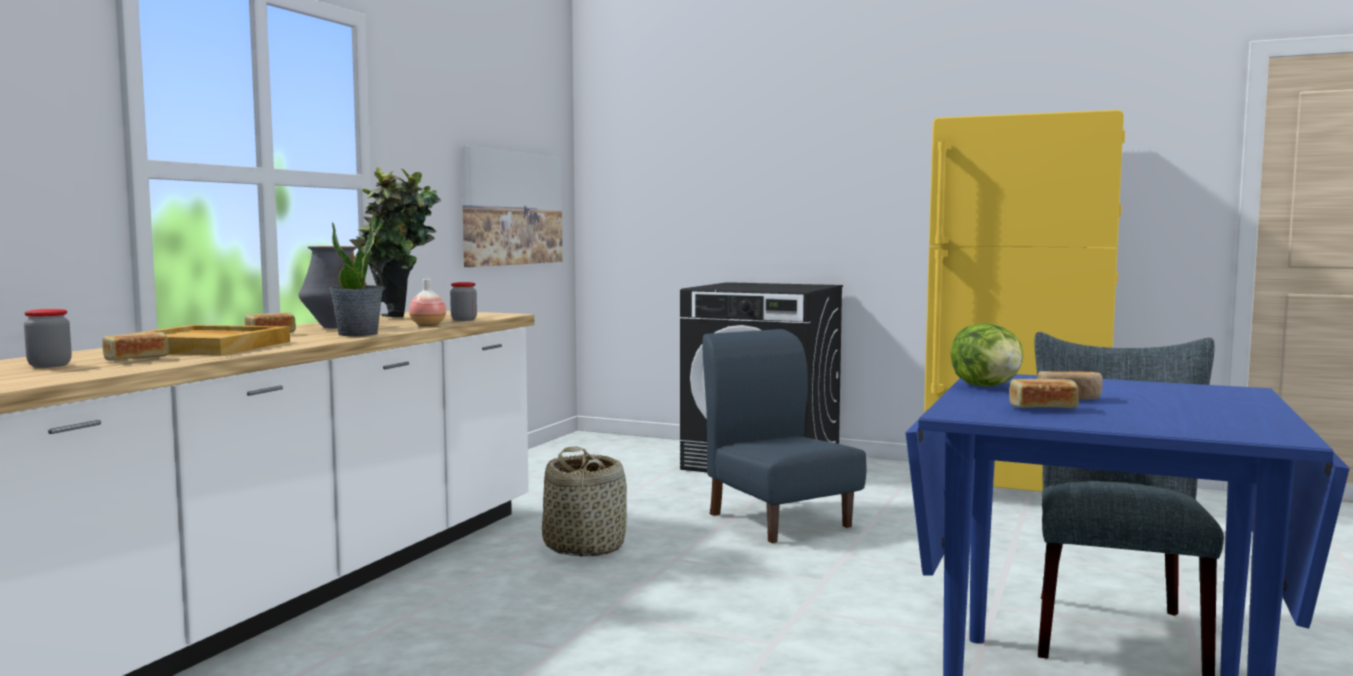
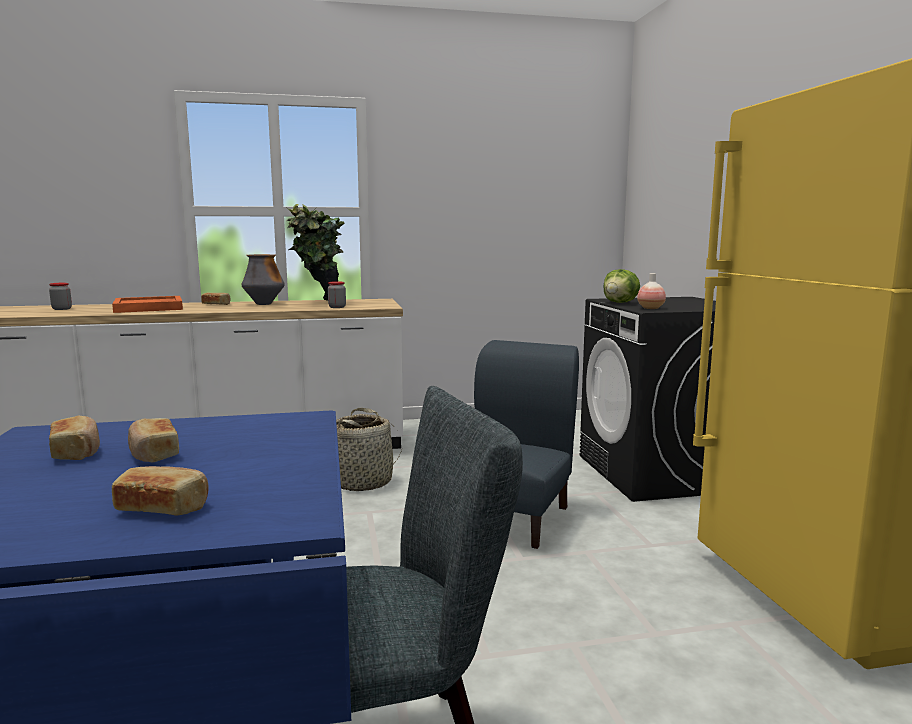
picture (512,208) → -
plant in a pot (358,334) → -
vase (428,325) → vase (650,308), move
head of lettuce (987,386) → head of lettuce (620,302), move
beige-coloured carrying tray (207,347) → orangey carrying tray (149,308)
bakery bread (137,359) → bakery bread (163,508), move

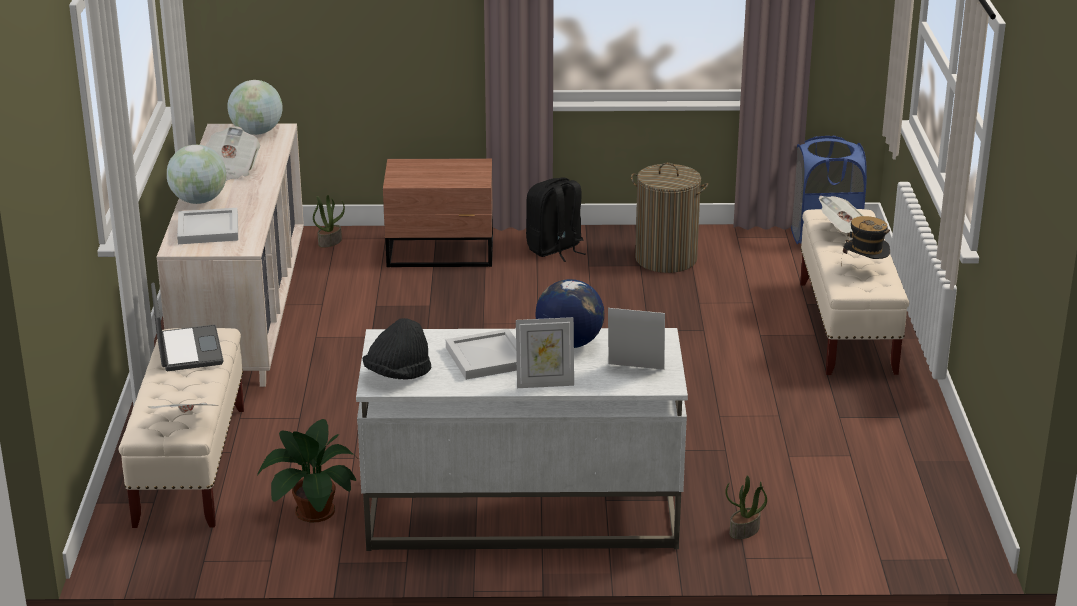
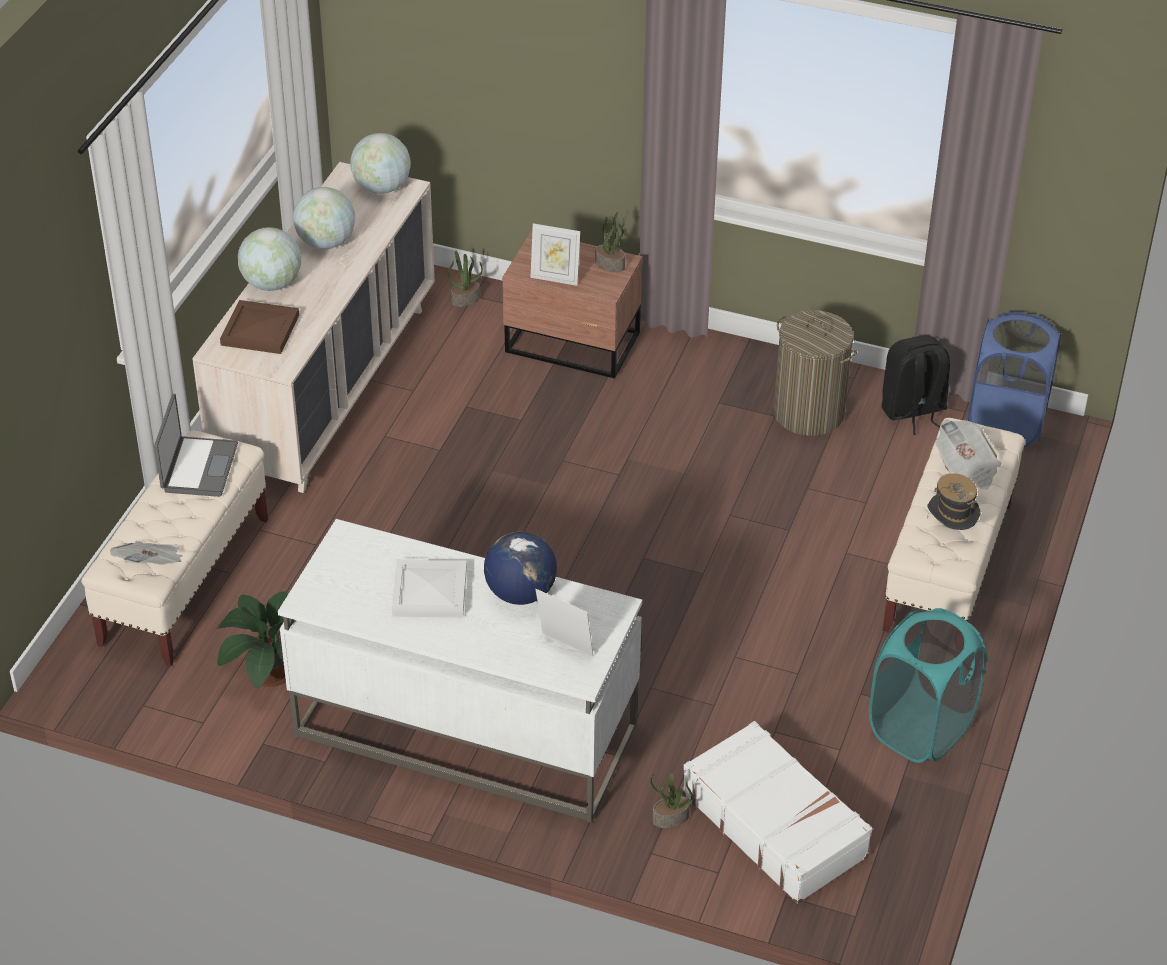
daily paper (230,170) → globe (326,243)
black-coloured knapsack (555,249) → black-coloured knapsack (913,411), move
whitish carrying tray (207,230) → brown carrying tray (259,330)
standing frame (545,383) → standing frame (555,278), move
black-coloured clothing hat (398,374) → -
- → plant in a pot (610,264)
- → turquoise laundry basket (920,729)
- → whitish suitcase (774,824)

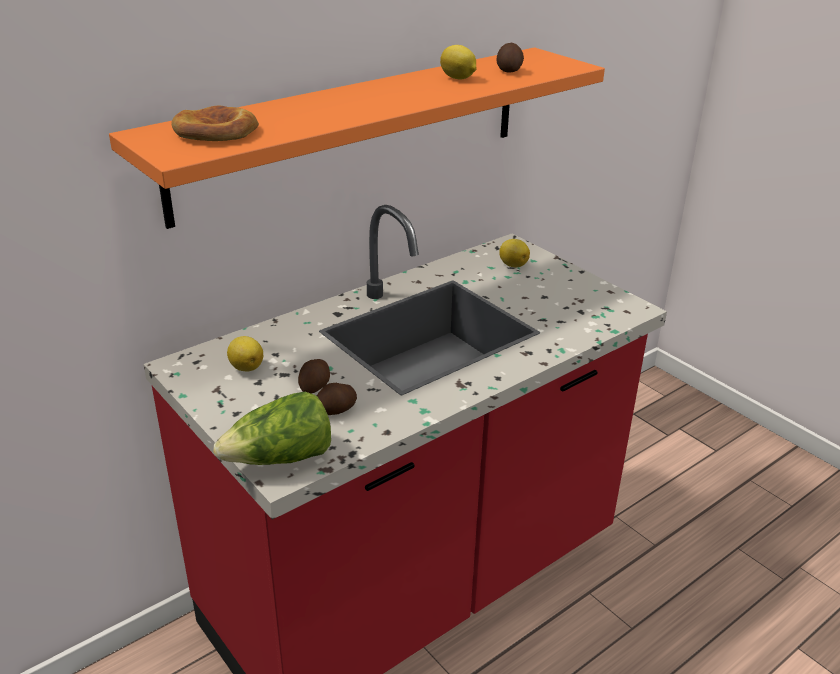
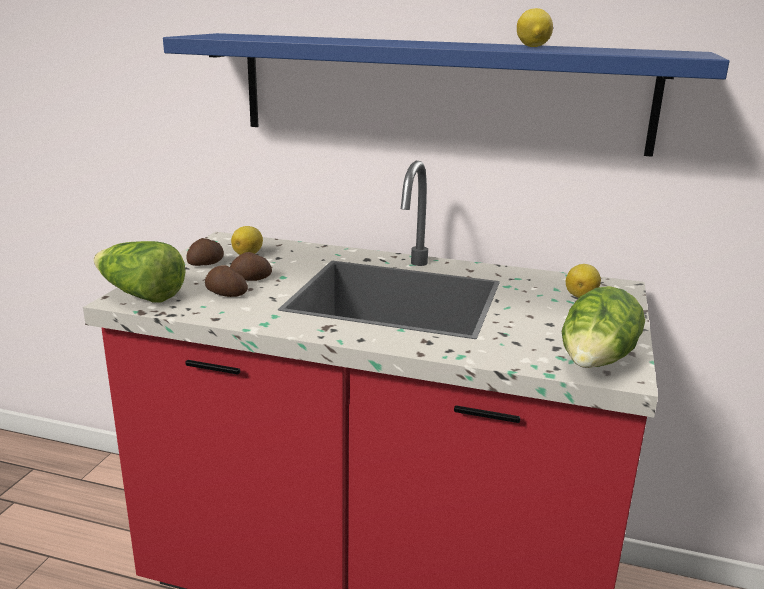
potato (508,70) → potato (206,264), move
orangey wall shelf (355,131) → blue wall shelf (439,92)
bakery bread (216,131) → -
- → head of lettuce (596,362)

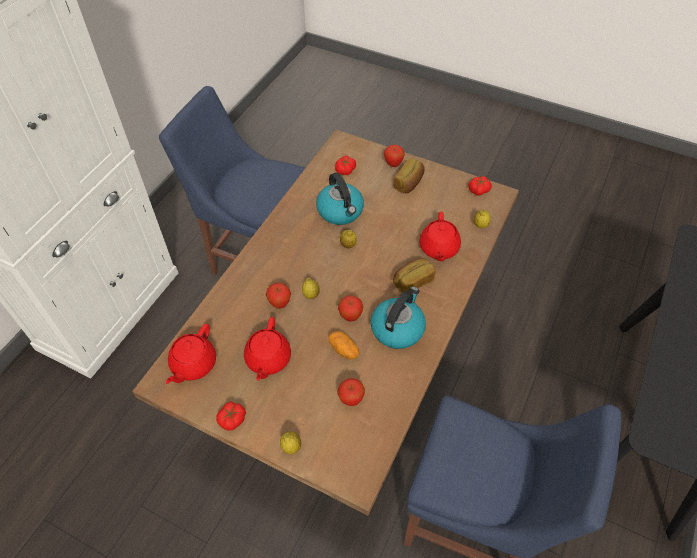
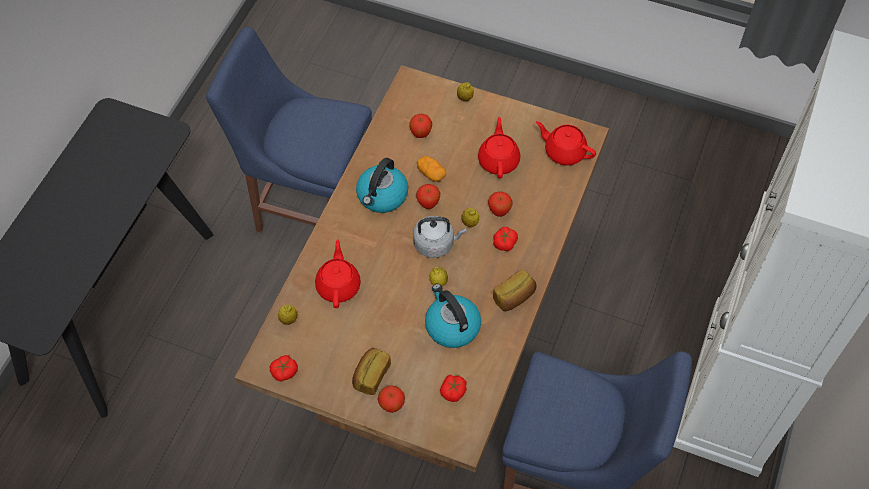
bakery bread (412,281) → bakery bread (514,297), move
red pot for tea (193,364) → red pot for tea (564,151), 75 degrees counterclockwise
whole tomato (232,419) → whole tomato (504,242), move
- → greyish kettle (436,244)

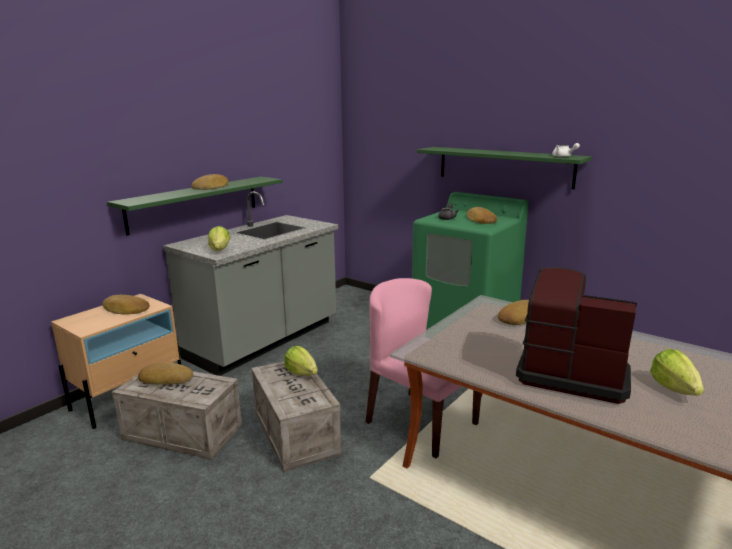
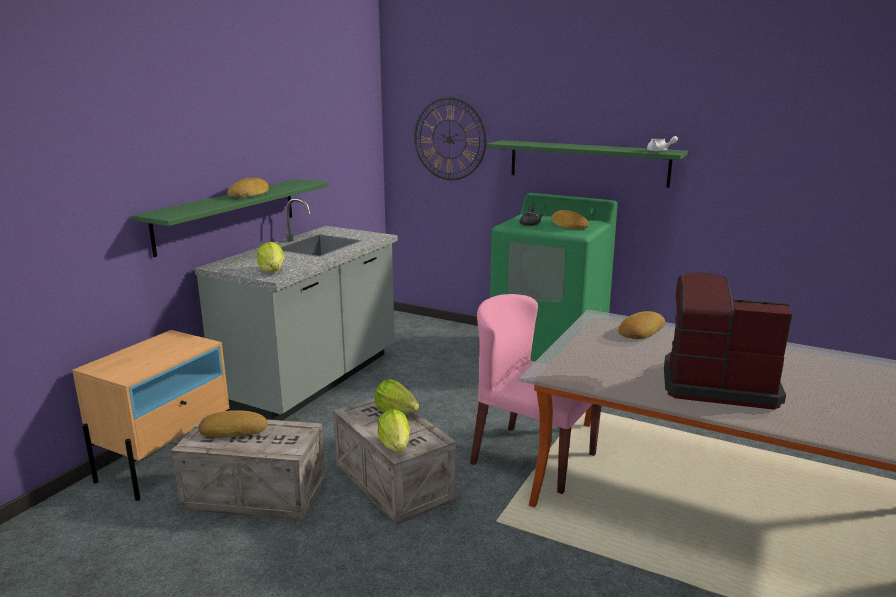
bakery bread (125,309) → -
head of lettuce (674,388) → head of lettuce (395,446), move
- → wall clock (449,139)

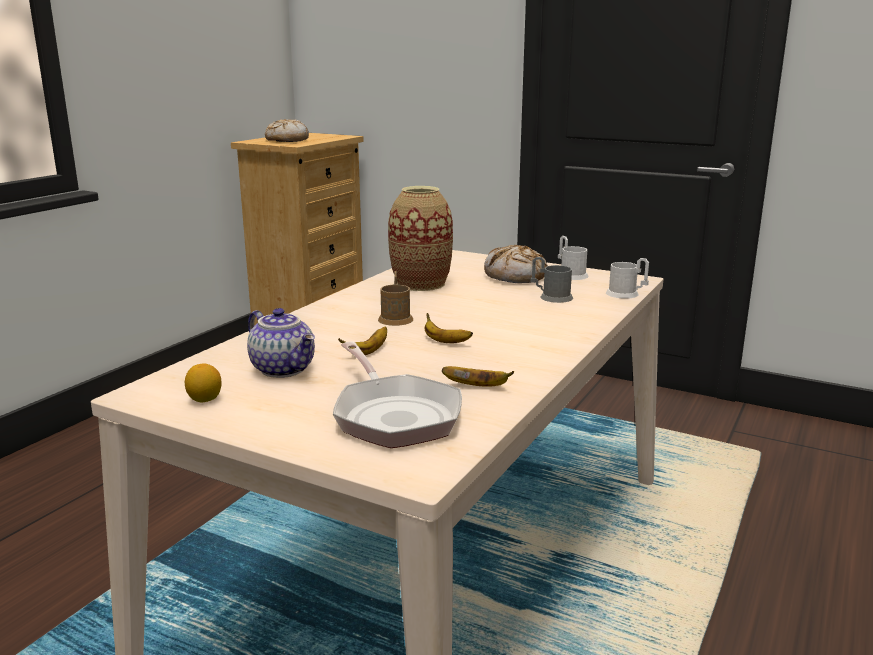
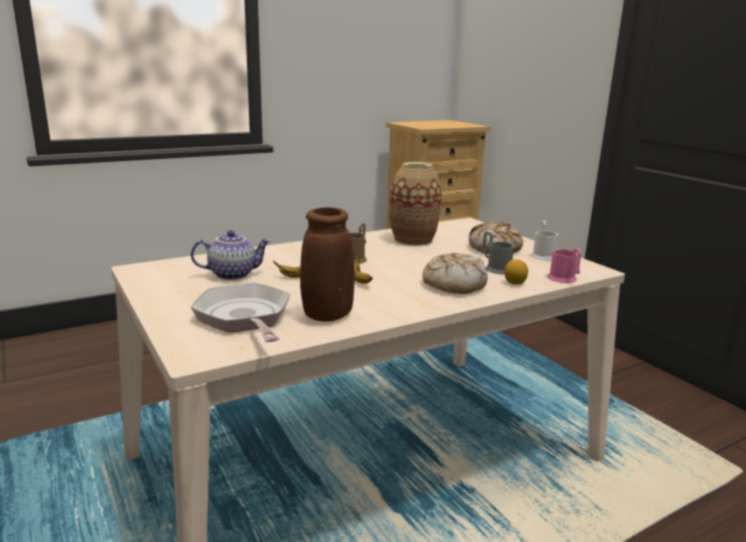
bakery bread (287,140) → bakery bread (454,284), move
whitish tea mug (626,294) → pink tea mug (564,279)
pot for tea (284,369) → pot for tea (233,274), 90 degrees counterclockwise
pan (394,415) → pan (244,318), 150 degrees clockwise
lemon (205,399) → lemon (515,283), move
whole banana (477,386) → brown vase (328,315)

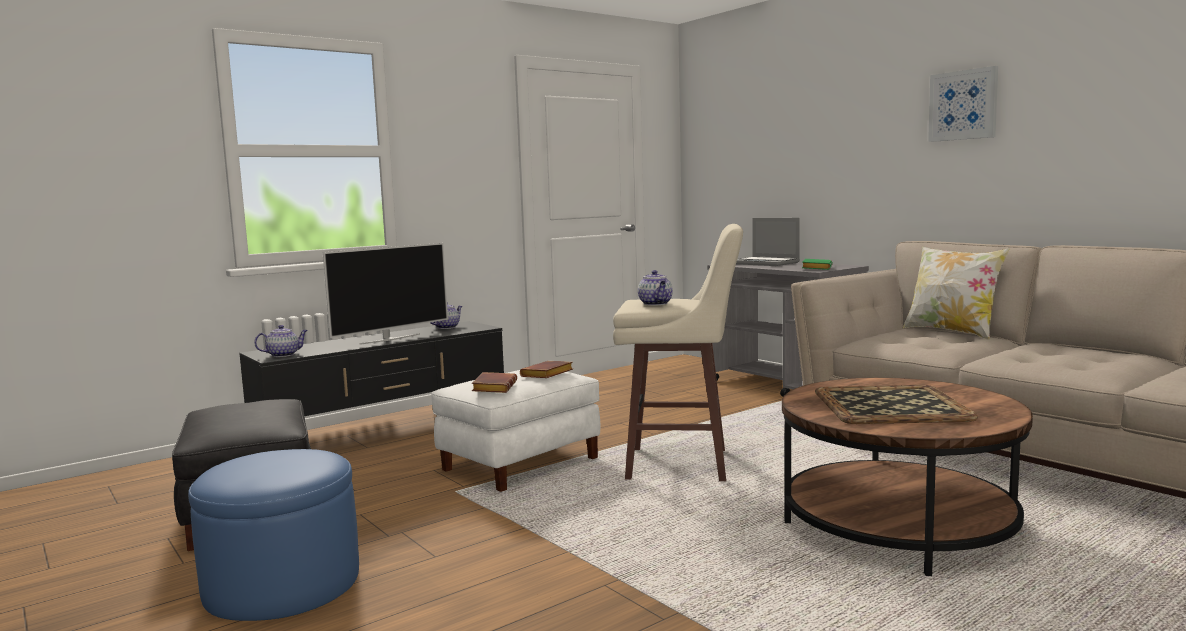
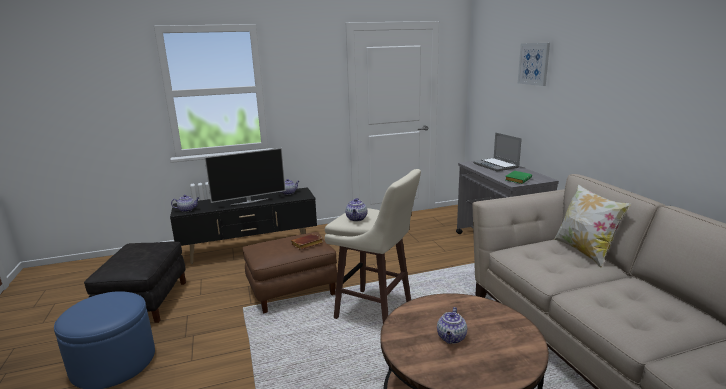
picture (963,105) → picture (534,64), move
whitish ottoman (520,463) → brown ottoman (292,290)
brown volume (493,387) → -
carrying tray (892,406) → pot for tea (451,338)

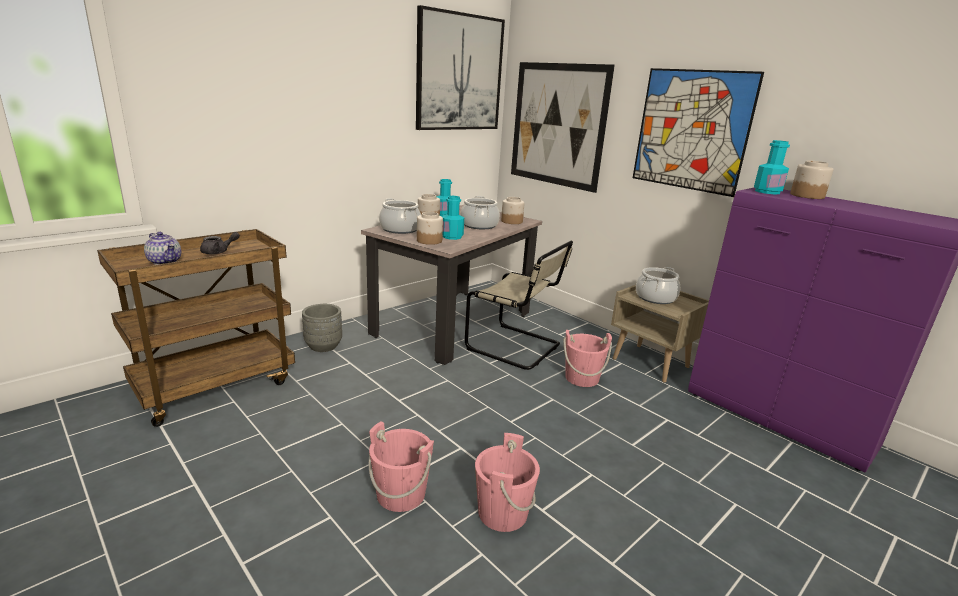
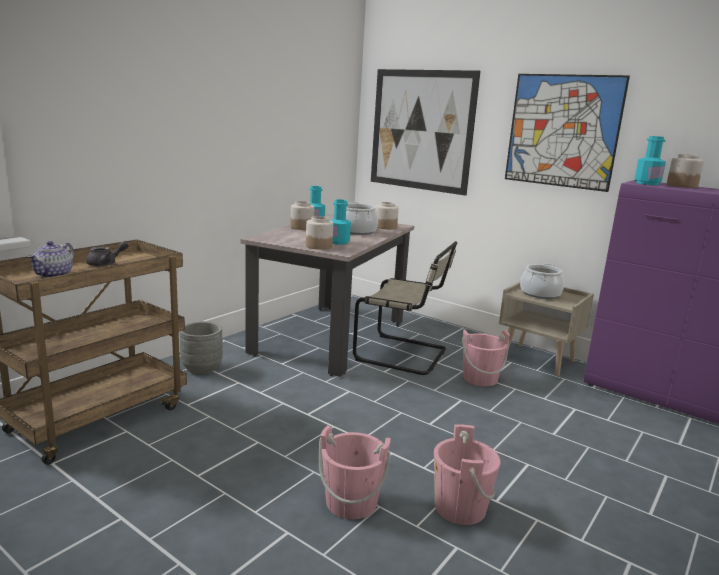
picture (459,73) → -
saucepot (400,229) → -
pot for tea (165,261) → pot for tea (54,275), 75 degrees clockwise

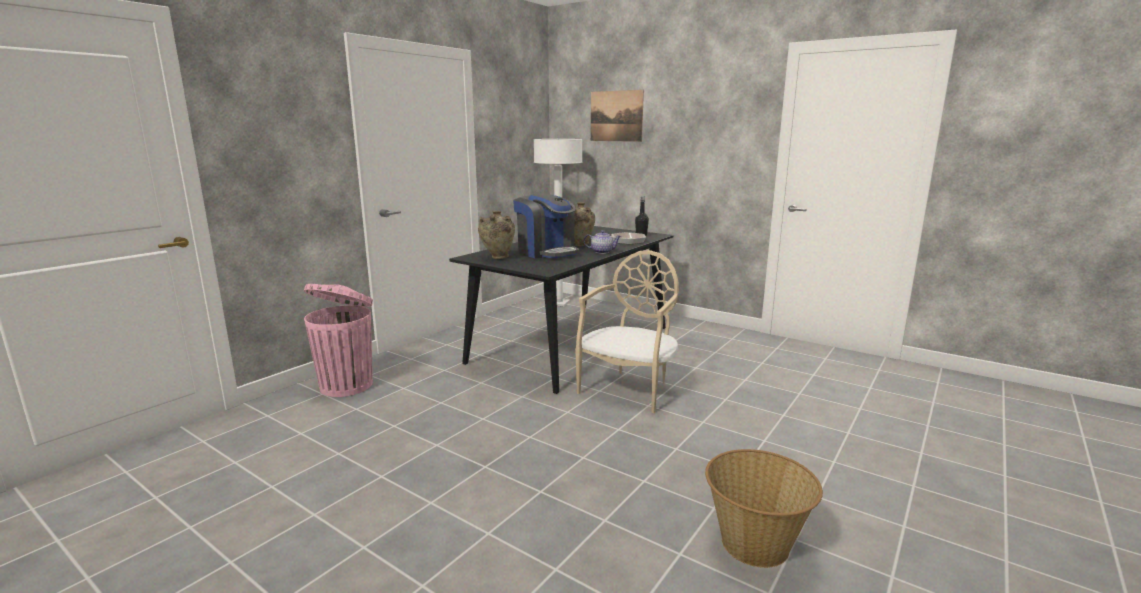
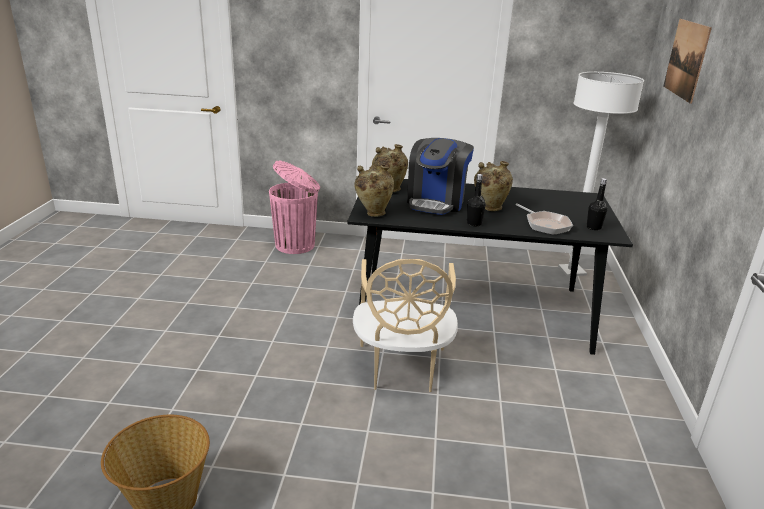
pot for tea (602,252) → black-coloured drink bottle (474,223)
beige-coloured plain chair (629,389) → beige-coloured plain chair (401,368), 90 degrees clockwise
- → beige-coloured vase (373,213)

